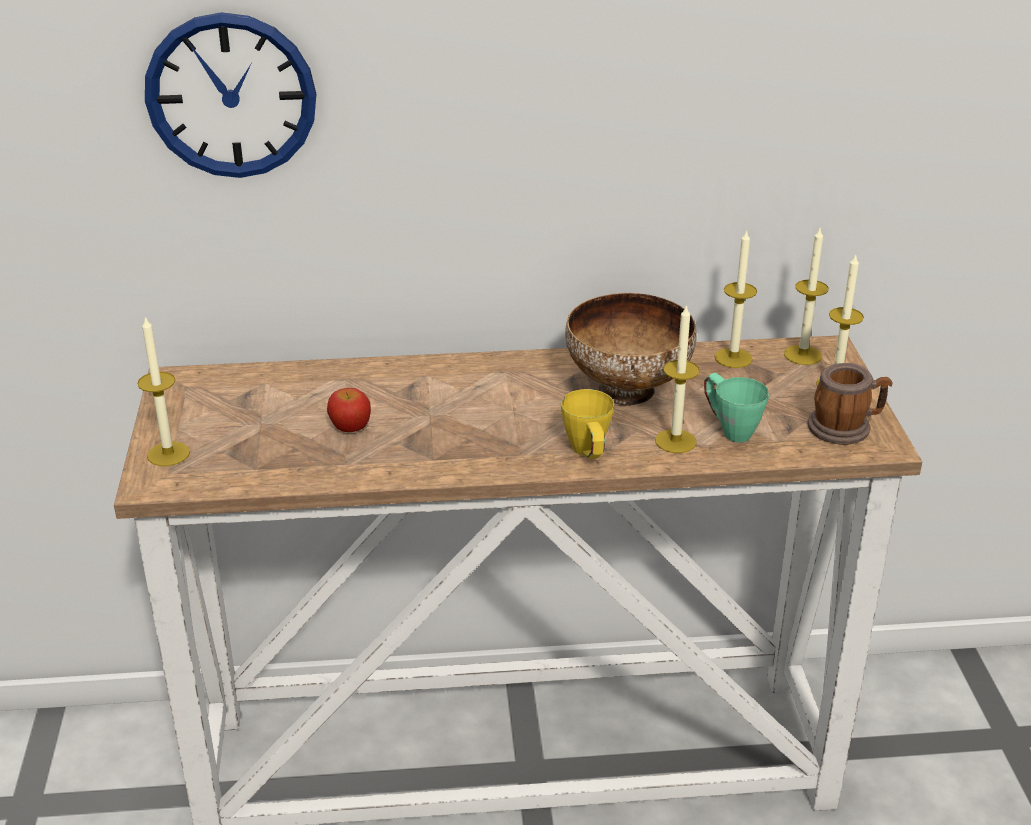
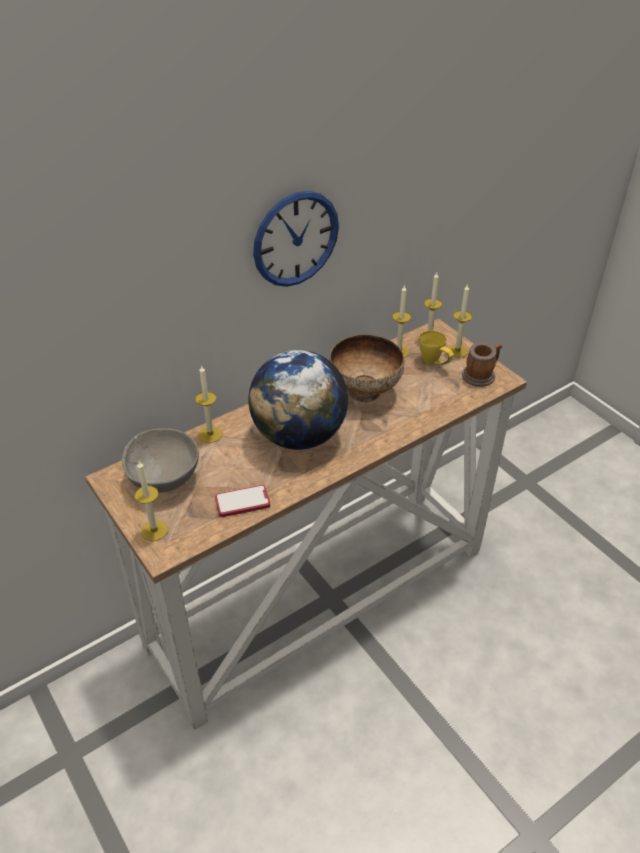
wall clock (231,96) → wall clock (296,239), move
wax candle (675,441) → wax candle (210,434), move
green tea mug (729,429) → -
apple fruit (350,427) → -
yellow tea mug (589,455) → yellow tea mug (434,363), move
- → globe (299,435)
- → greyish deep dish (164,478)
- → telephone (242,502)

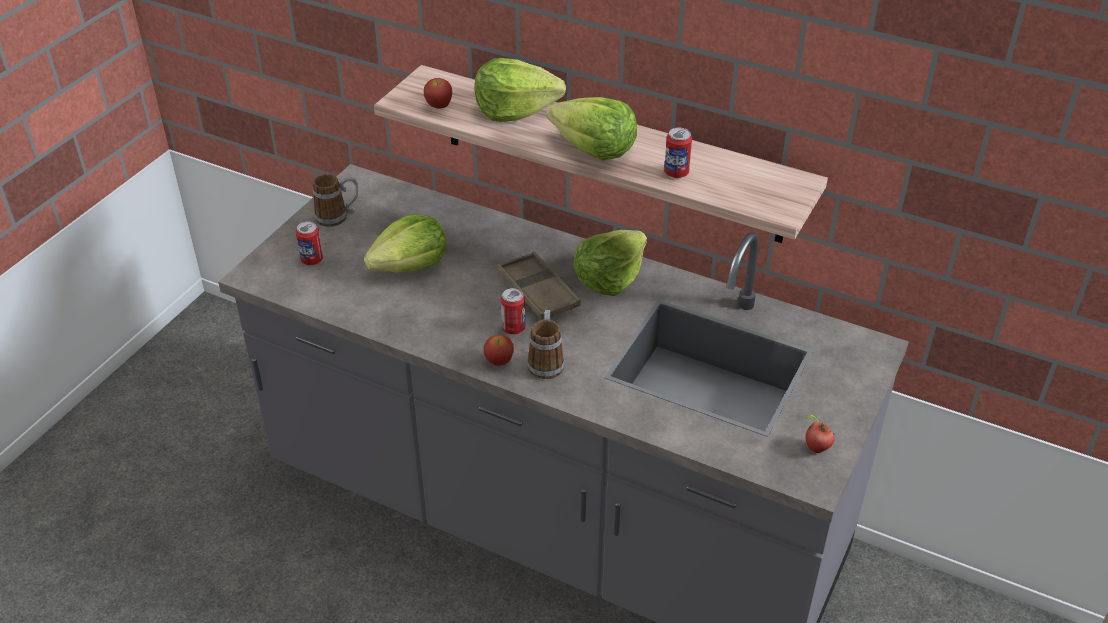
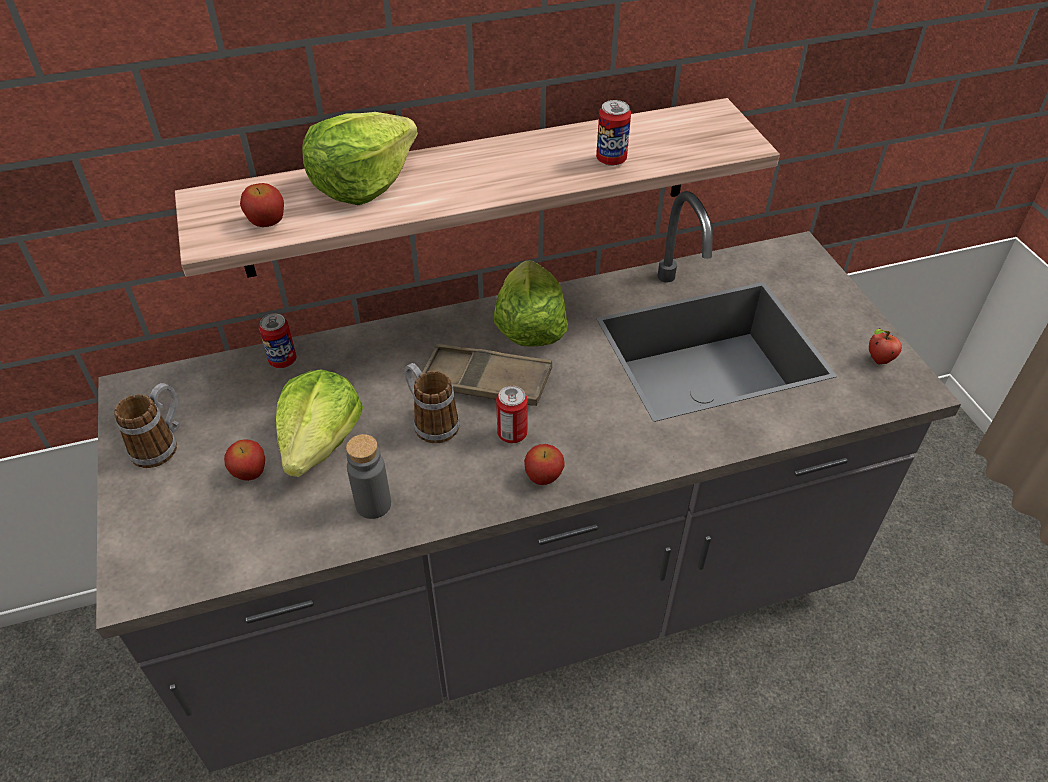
head of lettuce (594,149) → -
sealed can (312,260) → sealed can (283,360), move
tea mug (546,361) → tea mug (430,421), move
- → greyish drink bottle (373,504)
- → apple fruit (249,472)

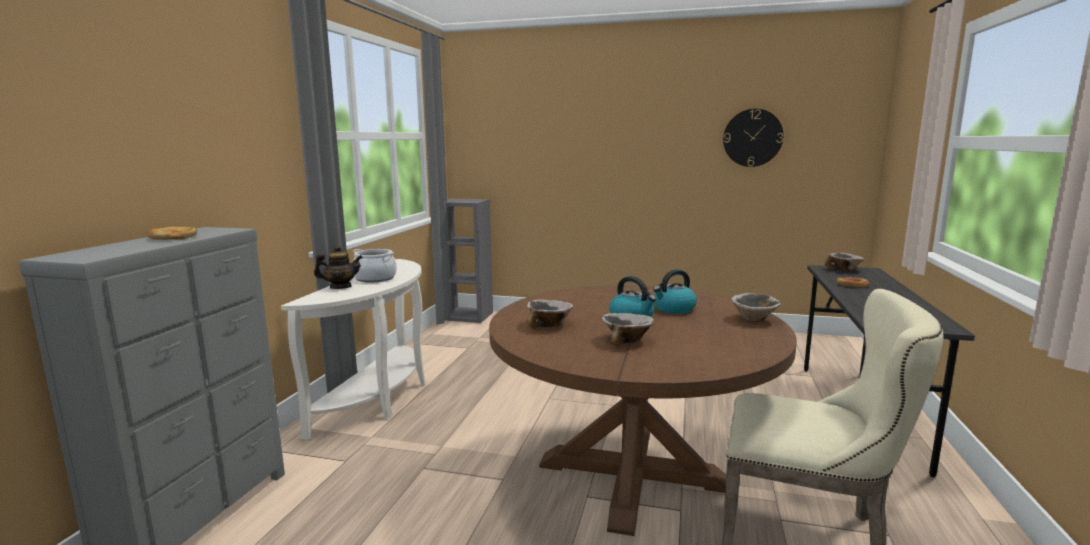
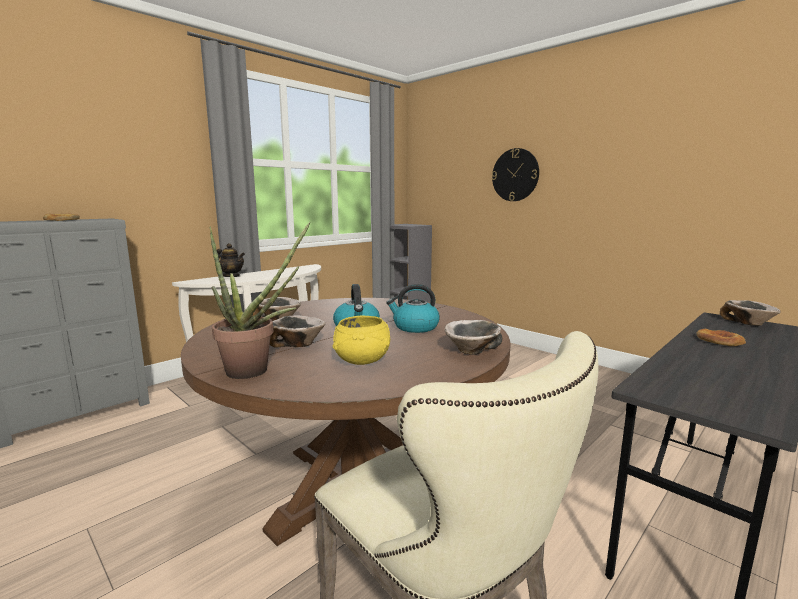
wall clock (752,138) → wall clock (515,175), move
saucepot (375,278) → -
- → plant in a pot (256,371)
- → yellow deep dish (363,360)

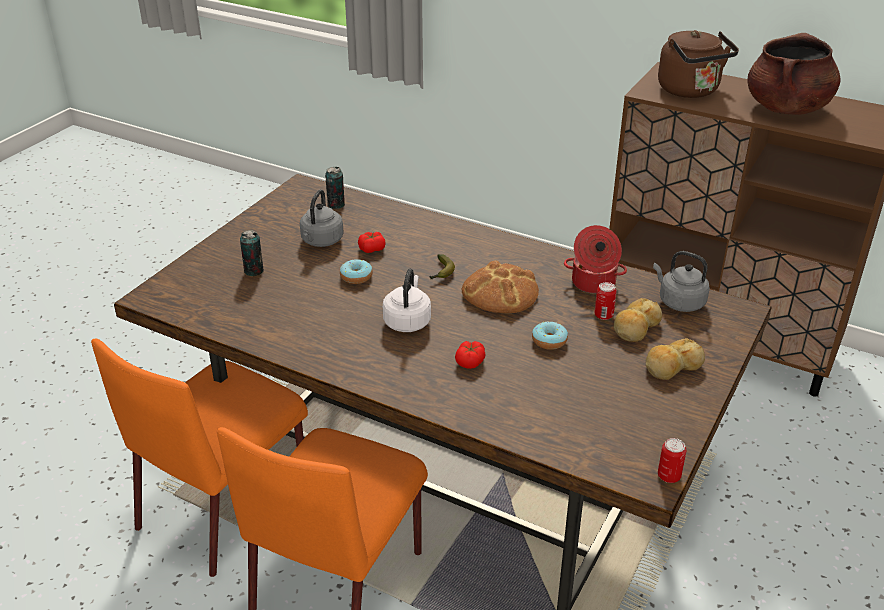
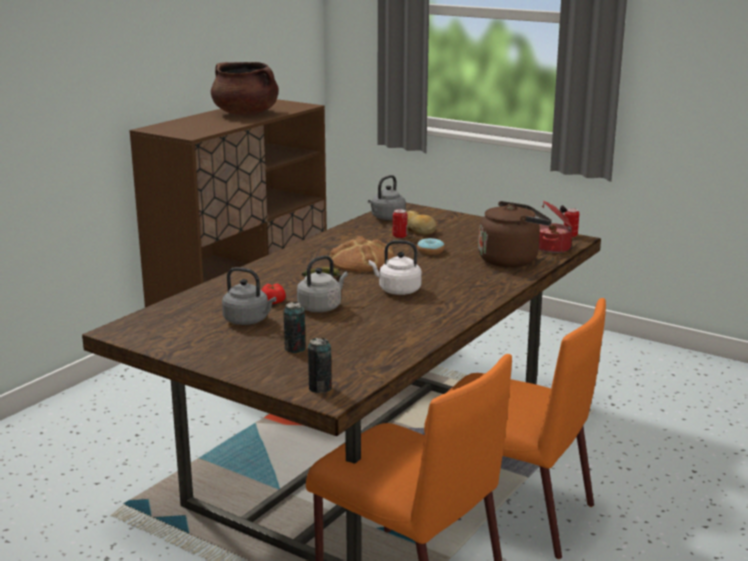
brown kettle (691,91) → brown kettle (511,260), move
sealed can (336,205) → sealed can (320,388), move
saucepot (593,283) → saucepot (553,248), move
ring doughnut (356,277) → greyish kettle (321,307)
bakery bread (672,366) → -
whole tomato (470,361) → -

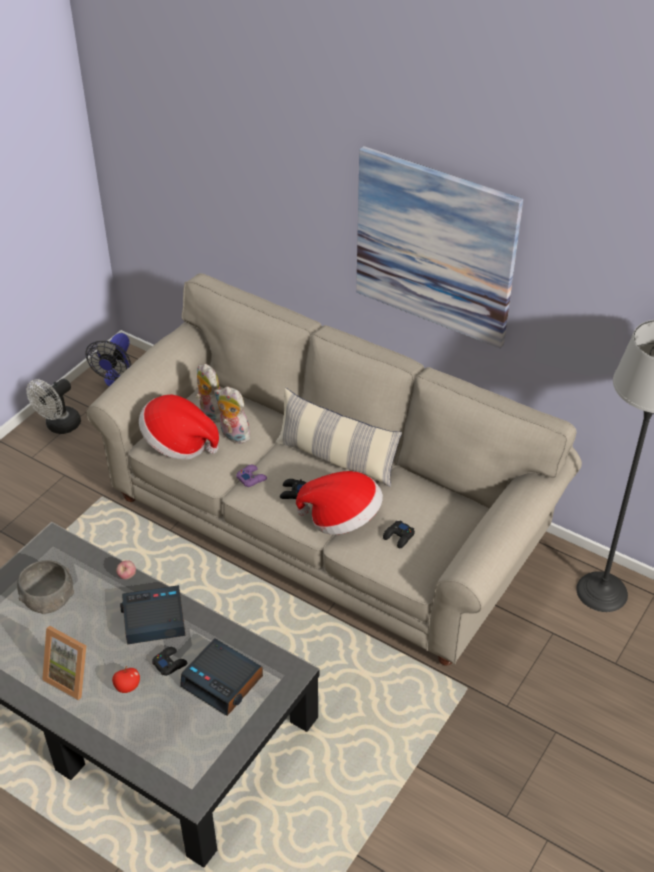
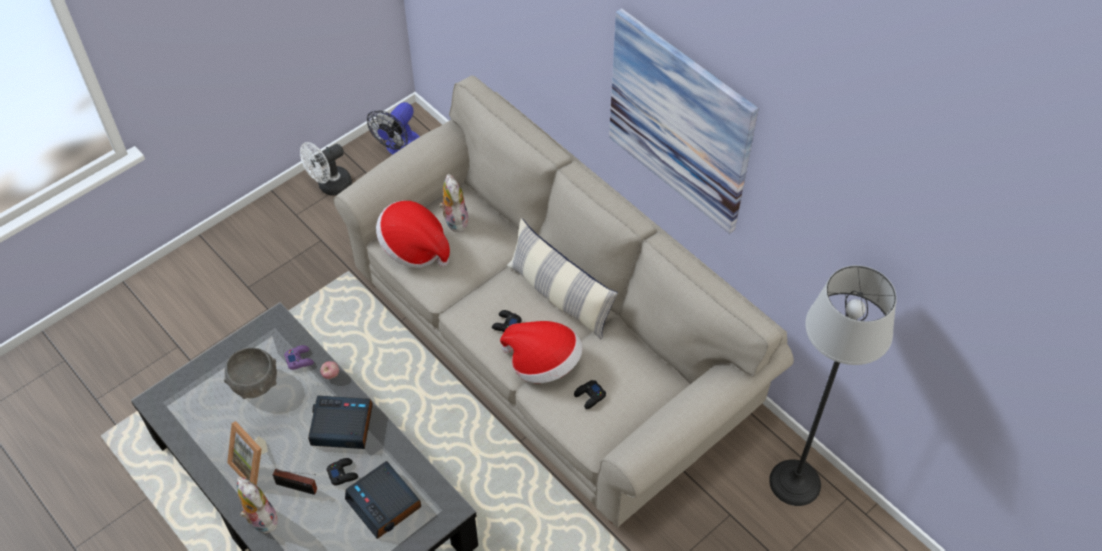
plush toy (233,435) → plush toy (260,519), move
purplish joypad (251,478) → purplish joypad (299,359), move
apple fruit (127,687) → radio receiver (299,487)

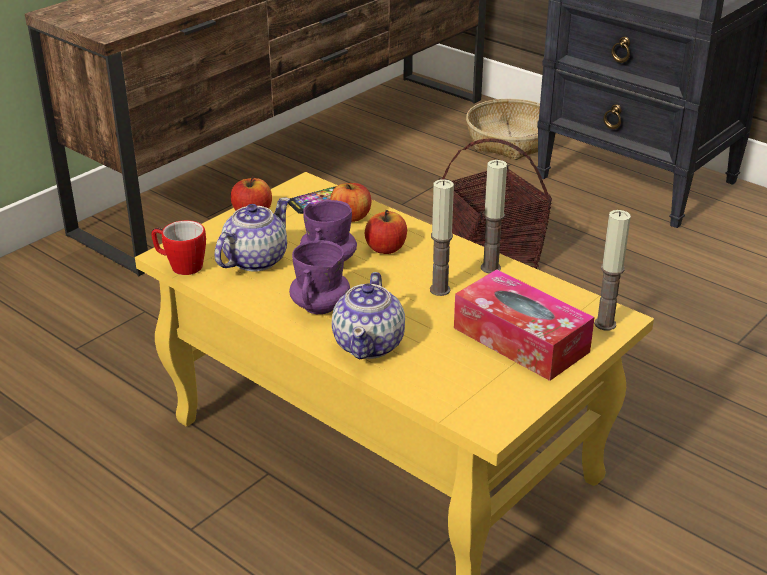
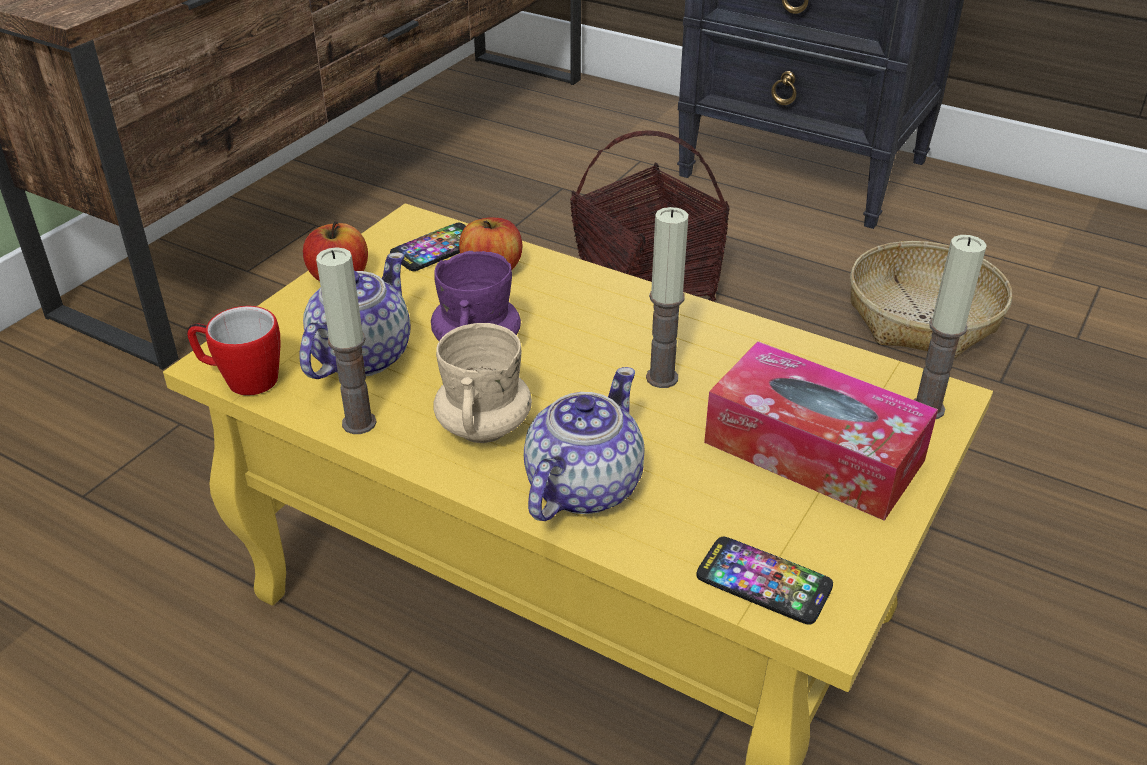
household basket (510,141) → household basket (921,317), move
wax candle (490,268) → wax candle (359,423), move
apple fruit (386,248) → -
purplish tea mug (320,306) → beige-coloured tea mug (484,428)
pot for tea (369,344) → pot for tea (581,488), 150 degrees counterclockwise
- → telephone (763,582)

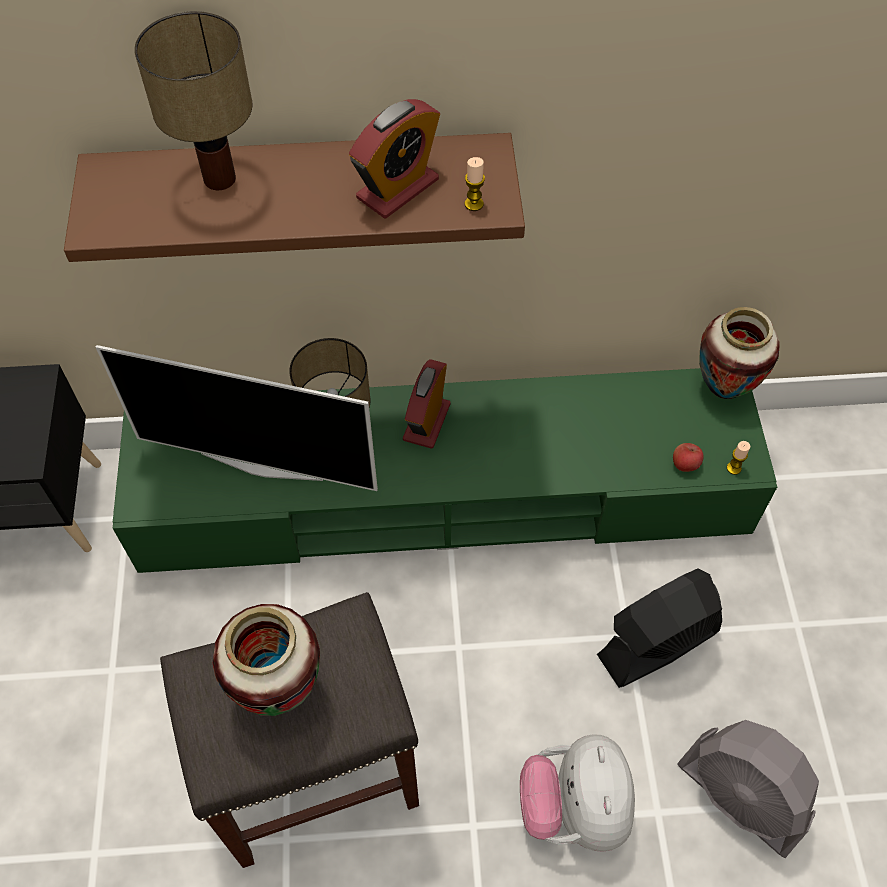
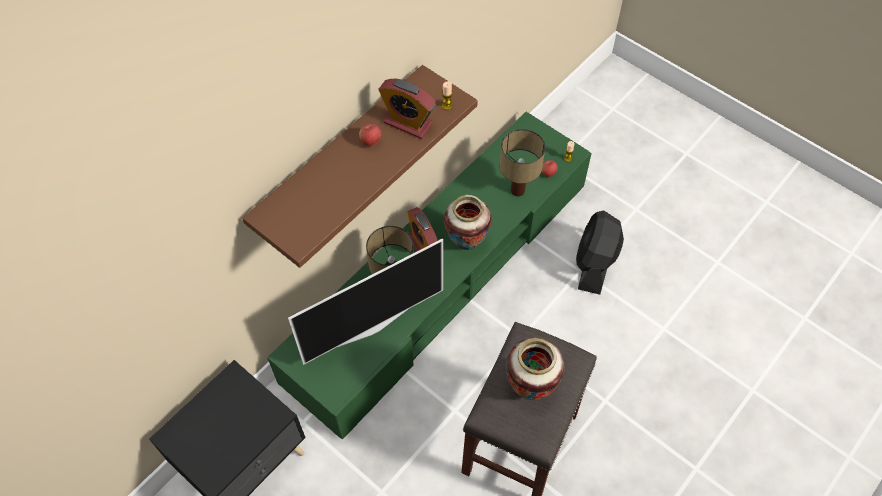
lamp for a table (218,180) → lamp for a table (517,191), move
alarm clock (397,189) → alarm clock (408,123), 120 degrees clockwise
vase (723,389) → vase (466,243), move
greyish cooling fan (741,796) → -
plush toy (574,807) → -
- → apple fruit (371,141)

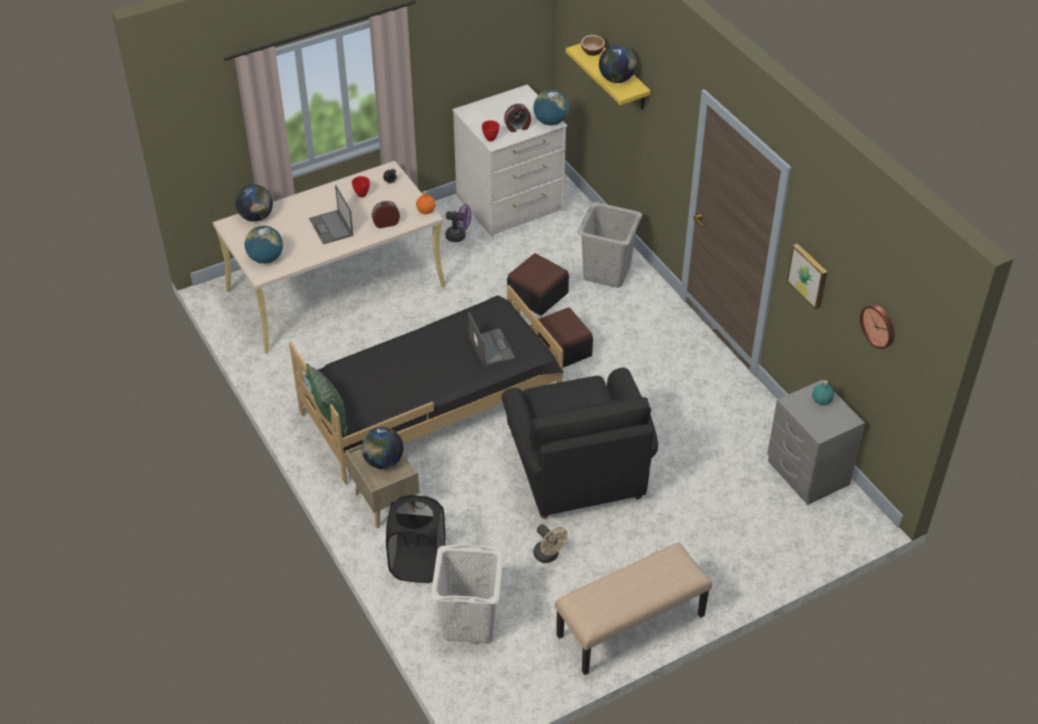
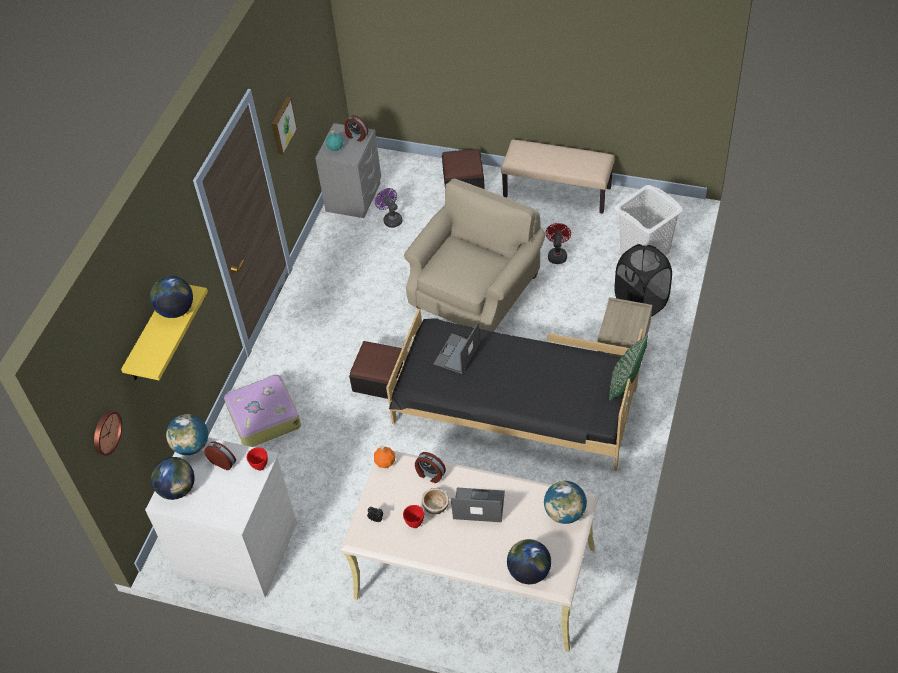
deep dish (592,51) → deep dish (435,506), move
laptop (331,227) → laptop (478,505), 105 degrees counterclockwise
greyish laundry basket (606,272) → suitcase (263,417)
purplish cooling fan (459,236) → purplish cooling fan (391,219), move
ottoman (537,295) → ottoman (463,182), move
wall clock (879,325) → wall clock (105,432), move
black-coloured armchair (576,468) → beige-coloured armchair (476,292)
globe (383,461) → globe (178,489), move
beige-coloured cooling fan (549,556) → red cooling fan (557,254)
- → alarm clock (356,136)

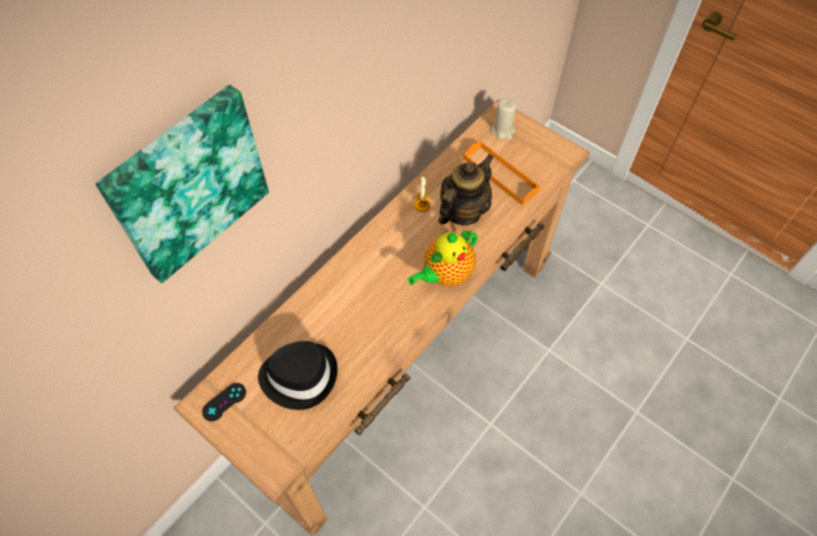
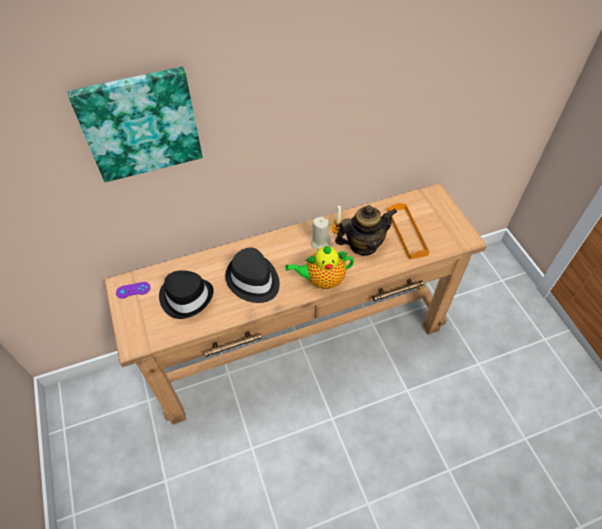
beige-coloured wax candle (503,130) → beige-coloured wax candle (320,242), move
black-coloured joypad (224,402) → purplish joypad (133,290)
- → black-coloured clothing hat (253,280)

